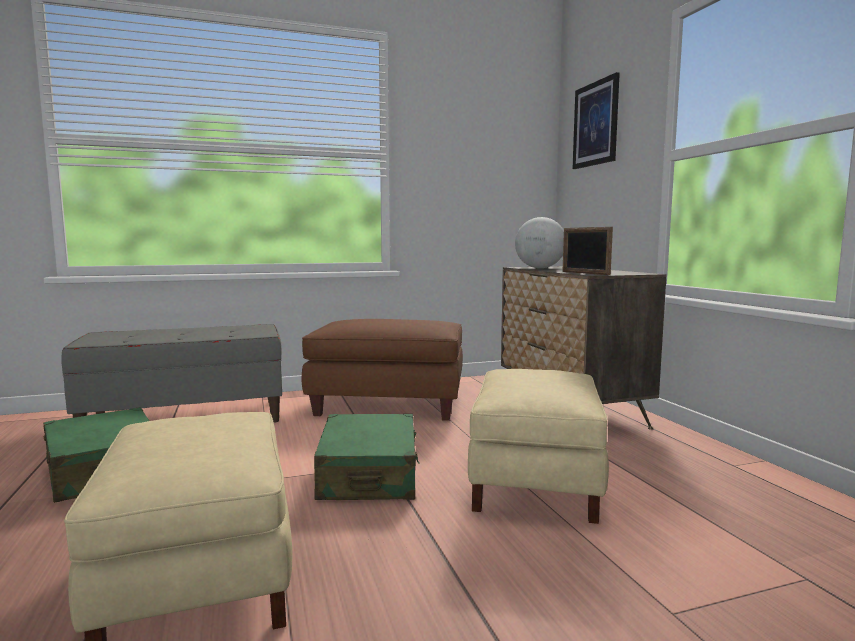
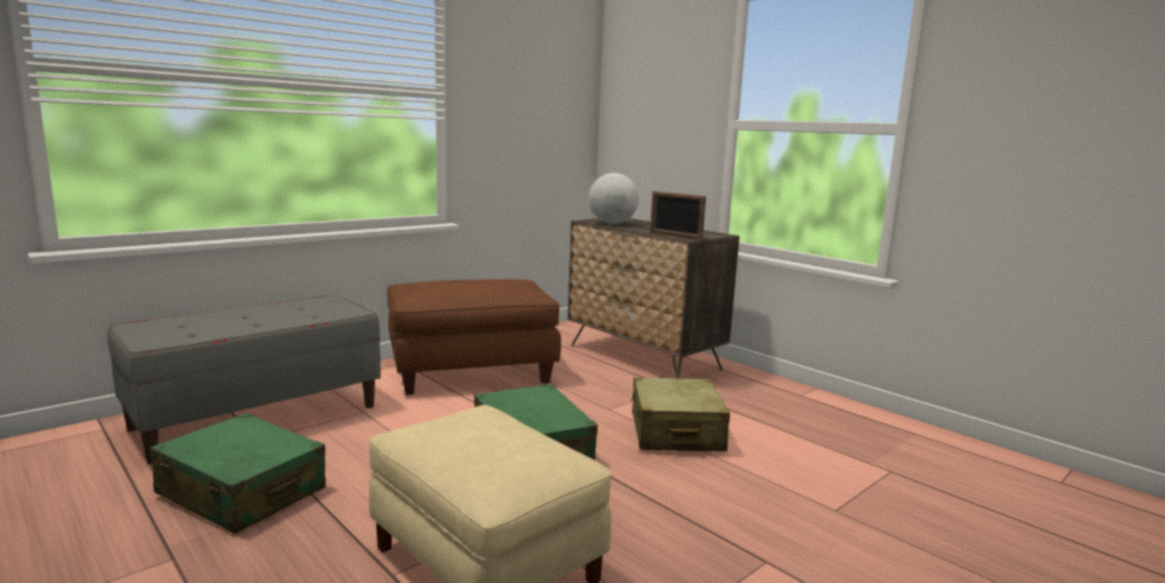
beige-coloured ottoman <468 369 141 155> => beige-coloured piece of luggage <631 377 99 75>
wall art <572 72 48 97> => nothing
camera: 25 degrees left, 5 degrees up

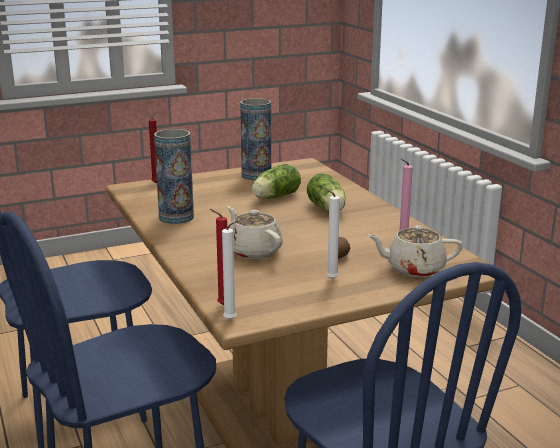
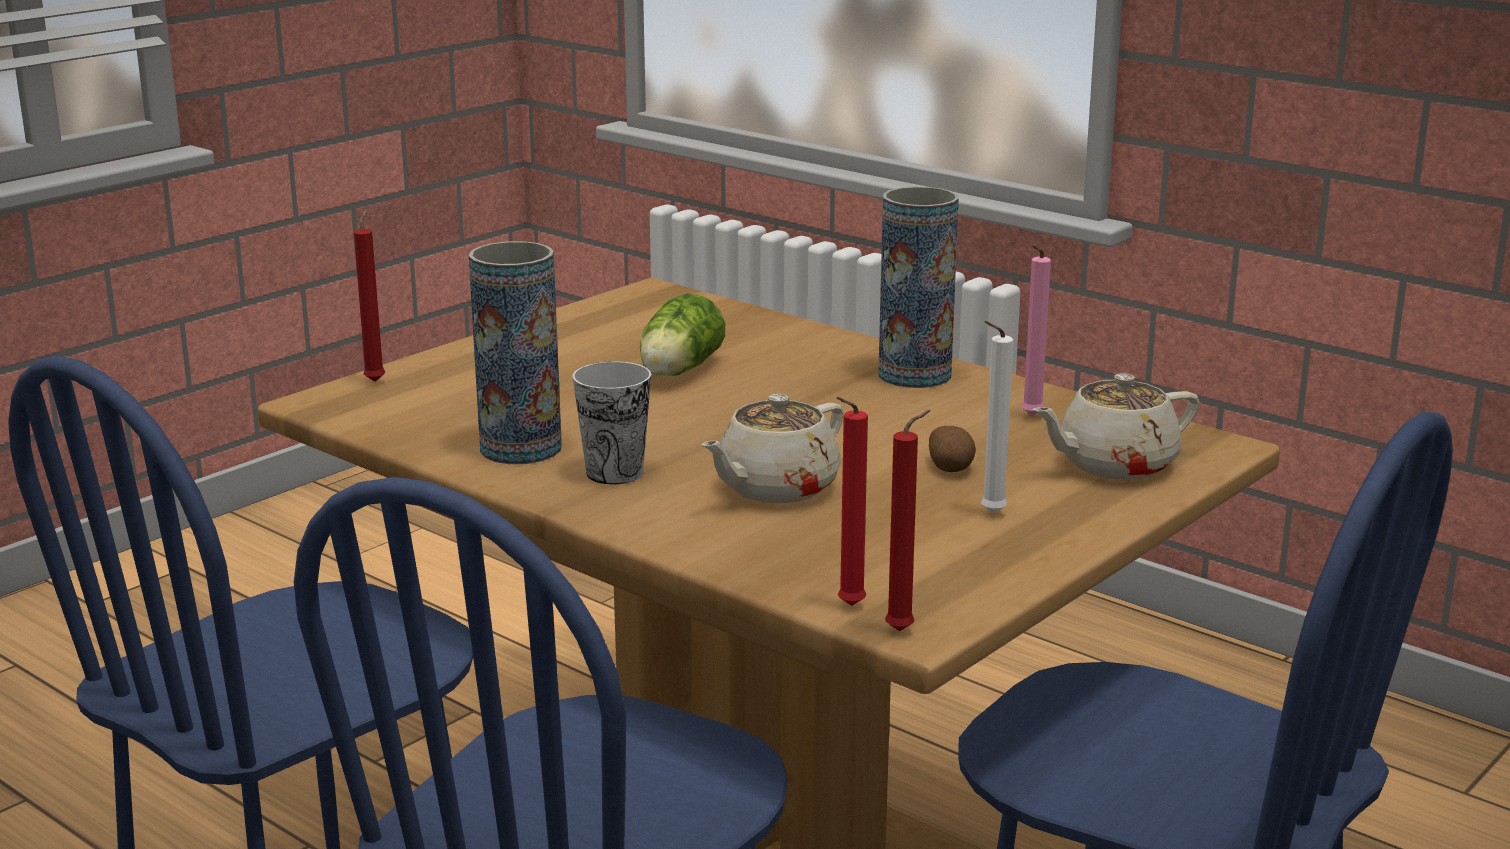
nothing => small cup <572 361 79 124>
beige-coloured pot for tea <228 206 55 53> => beige-coloured pot for tea <702 394 142 109>, 75 degrees counterclockwise
decorative vase <240 98 31 82> => decorative vase <878 187 81 201>, shifted
whitish candle <222 220 17 100> => red-coloured candle <885 410 46 221>
lettuce head <307 173 39 38> => nothing
camera: 25 degrees left, 0 degrees up

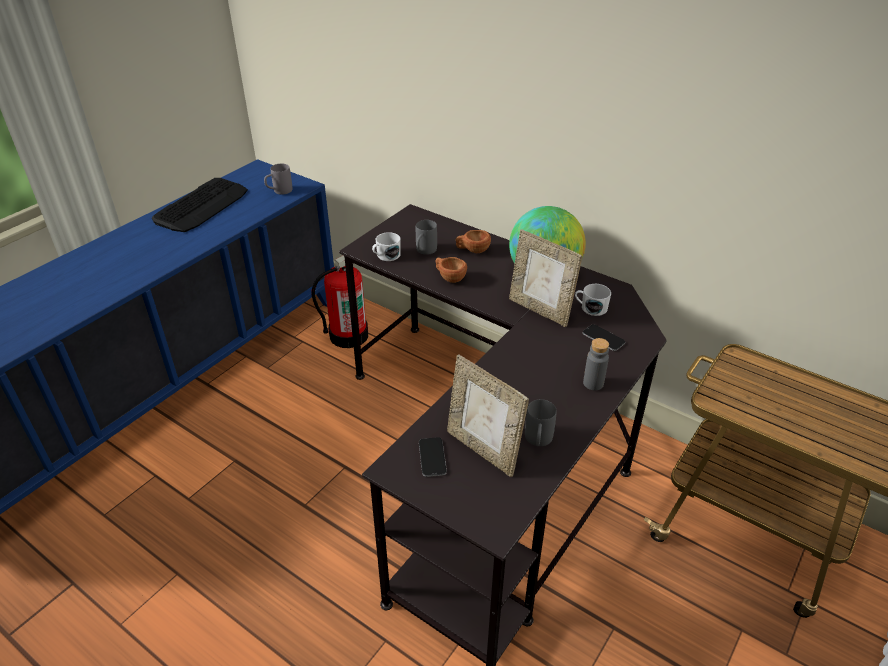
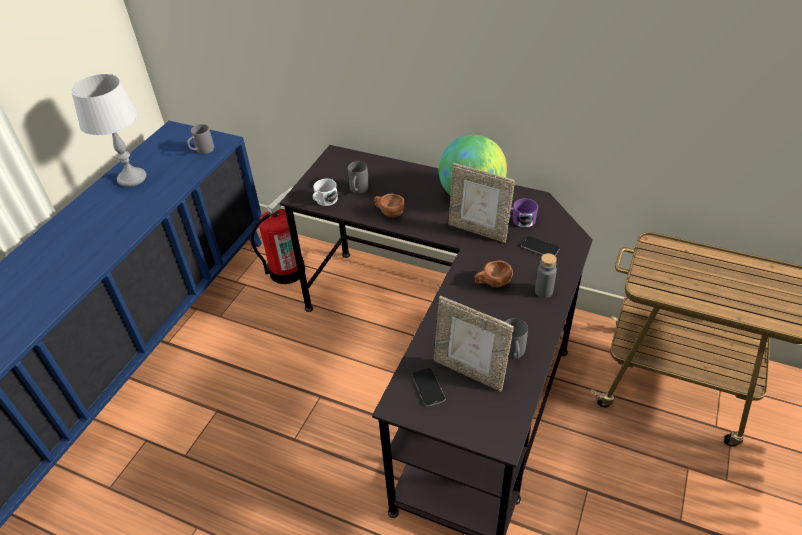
computer keyboard <152 178 96 54> => greyish tabletop lamp <71 74 75 113>
brown-coloured small cup <456 230 35 23> => brown-coloured small cup <475 261 38 26>, shifted
whitish mug <575 284 36 32> => purple-coloured mug <510 199 28 29>
camera: 10 degrees left, 5 degrees up

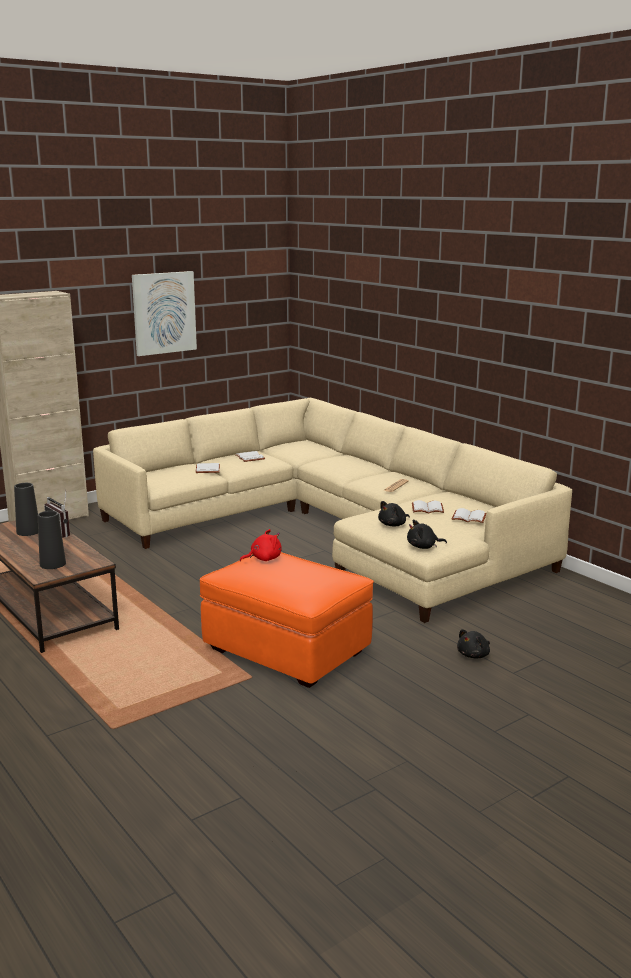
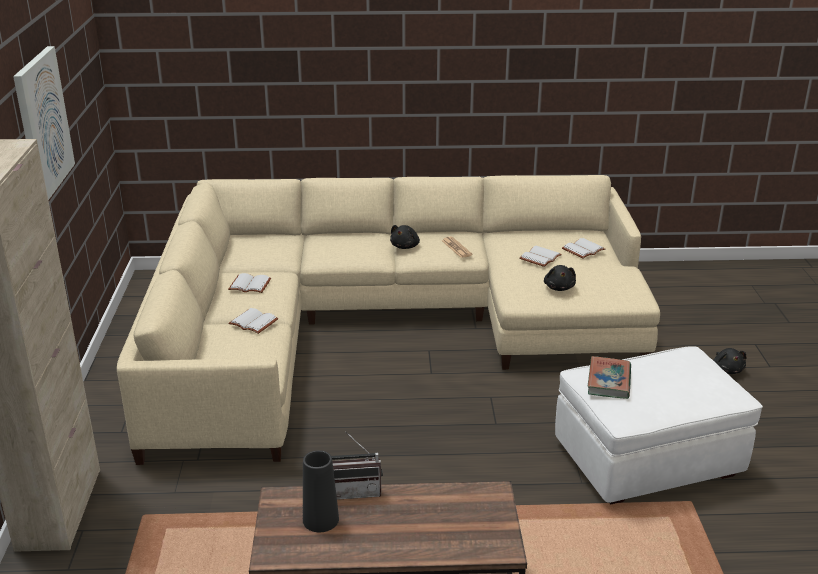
blackish cuddly toy <407 520 40 29> => blackish cuddly toy <390 225 30 24>, shifted
orange-coloured ottoman <200 552 174 136> => whitish ottoman <555 346 208 158>
red-coloured cuddly toy <240 529 42 32> => bound book <588 356 43 43>
blackish decorative vase <38 511 28 58> => nothing
camera: 55 degrees left, 10 degrees up

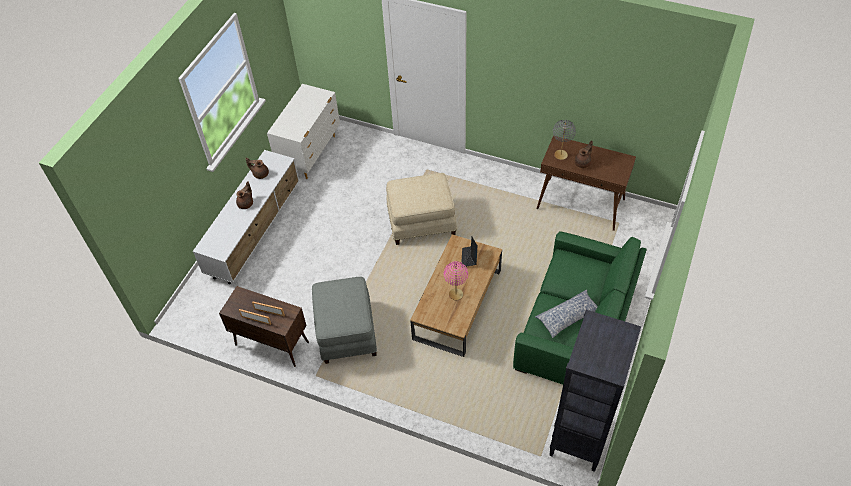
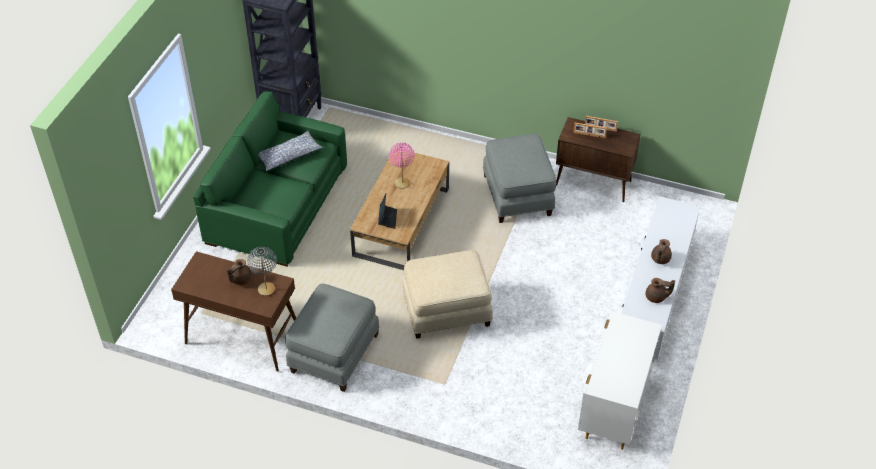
nothing => greyish ottoman <285 284 94 108>
camera: 175 degrees right, 5 degrees down

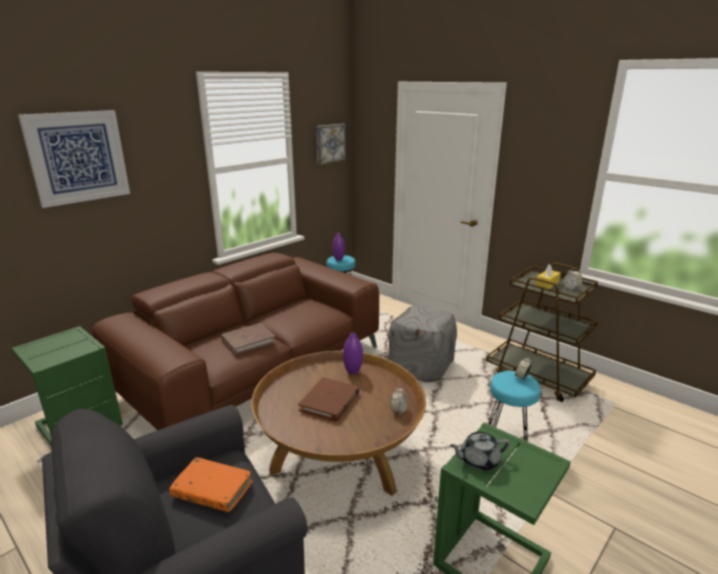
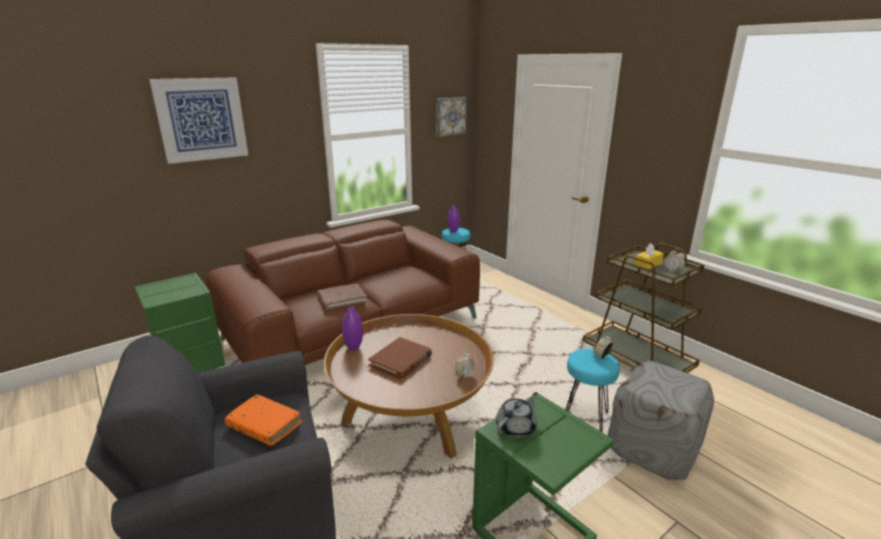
purple-coloured decorative vase <343 333 20 42> => purple-coloured decorative vase <342 307 21 43>, shifted
greyish pot for tea <450 432 60 39> => greyish pot for tea <496 392 41 46>, 135 degrees clockwise
greyish ottoman <388 305 69 77> => greyish ottoman <608 361 106 119>, shifted
camera: 10 degrees right, 0 degrees up

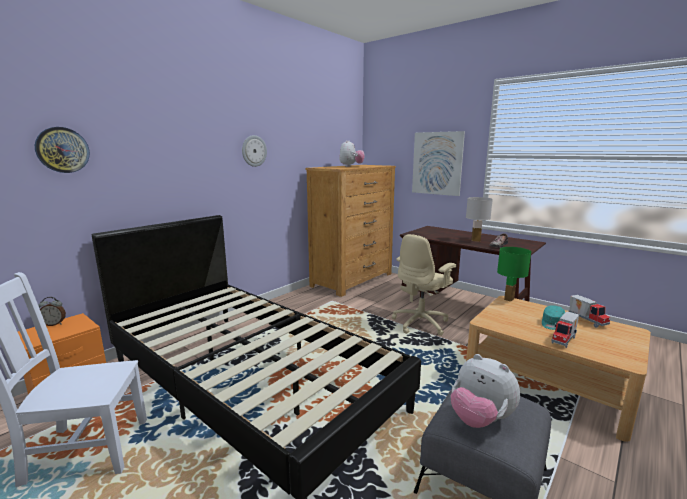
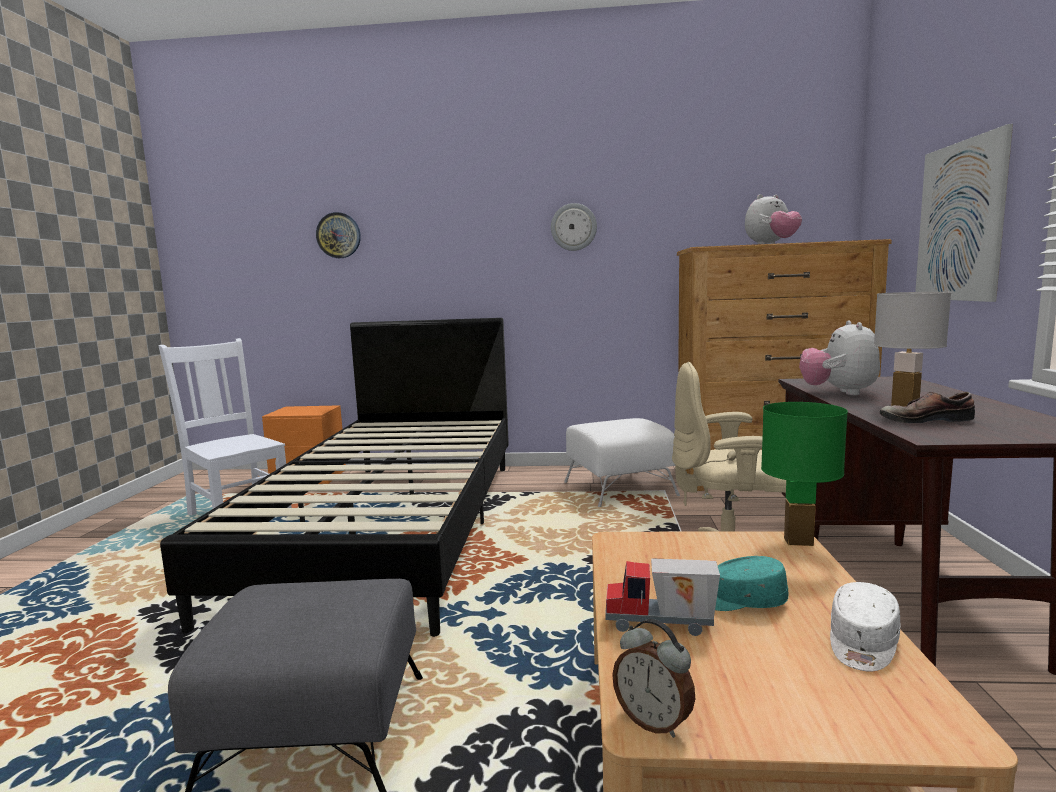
nothing => whitish ottoman <564 418 116 89>
table clock <38 297 28 29> => table clock <612 619 83 119>, shifted
cuddly toy <451 354 69 74> => cuddly toy <799 320 81 75>, shifted
toy lorry <569 295 42 33> => whitish baseball cap <830 582 71 90>
camera: 55 degrees right, 5 degrees down

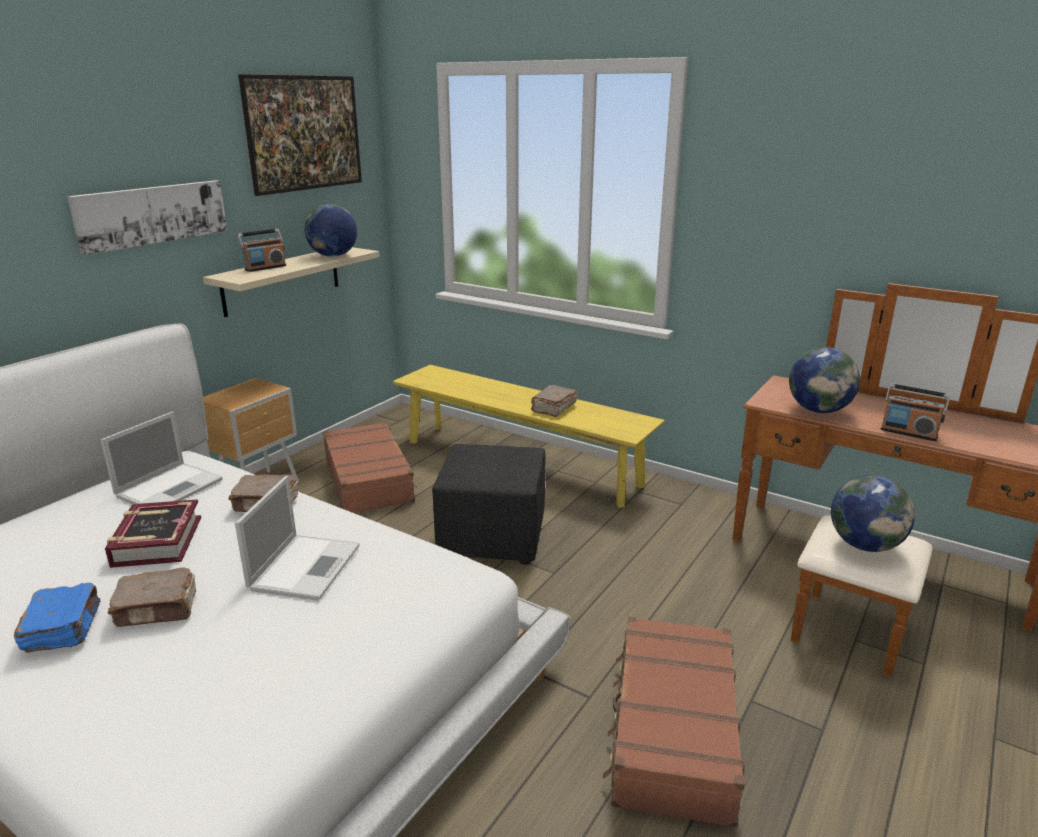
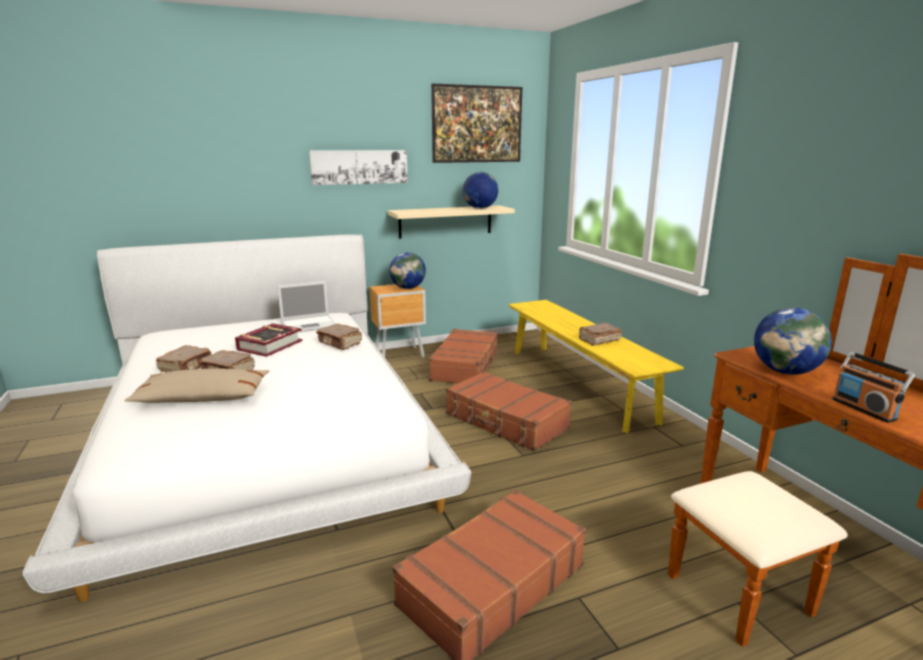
nothing => beige-coloured cushion <124 369 145 34>
blue-coloured bound book <14 582 87 71> => brown-coloured bound book <156 345 55 27>
desk globe <831 475 84 77> => desk globe <389 252 37 37>, shifted
blackish ottoman <432 444 113 121> => brown-coloured piece of luggage <446 371 126 80>
notebook computer <235 476 124 125> => nothing
radio <237 229 49 43> => nothing
camera: 35 degrees right, 5 degrees down

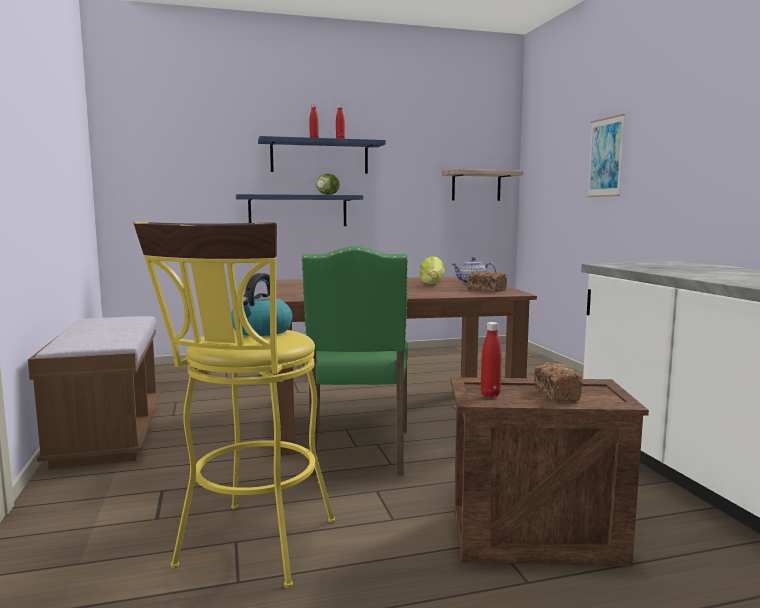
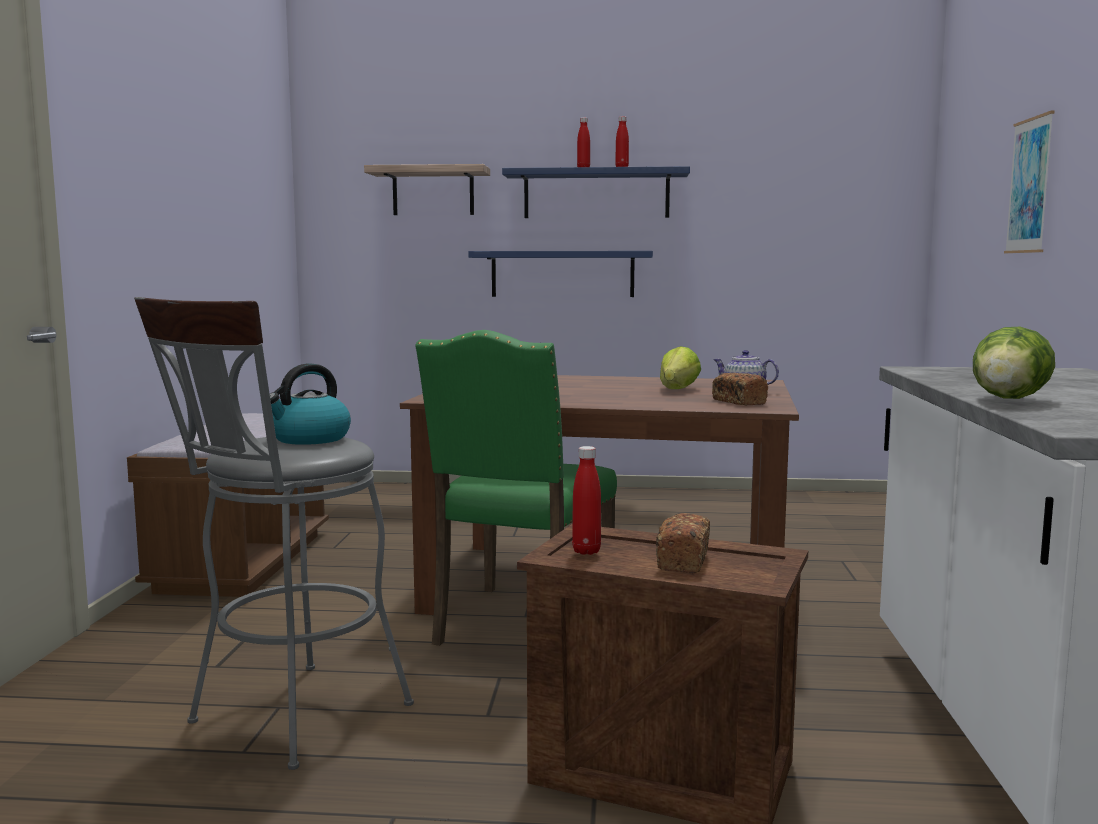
yellow stool seat <134 222 201 366> => greyish stool seat <134 297 280 473>
bracket shelf <442 169 82 32> => bracket shelf <364 164 126 51>, shifted
lettuce head <316 173 24 22> => lettuce head <973 327 82 72>, shifted
camera: 20 degrees right, 0 degrees up

